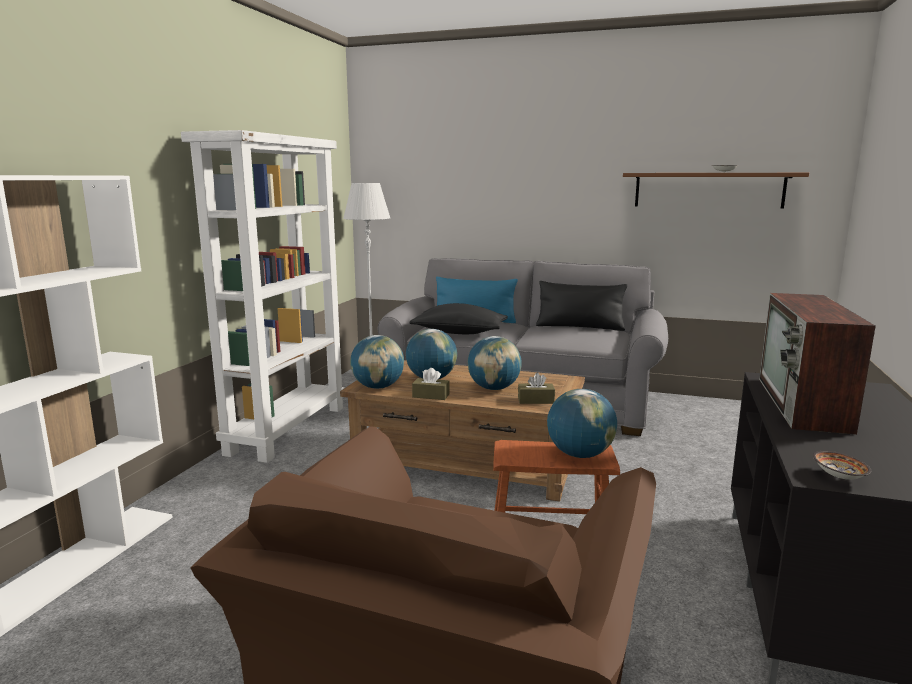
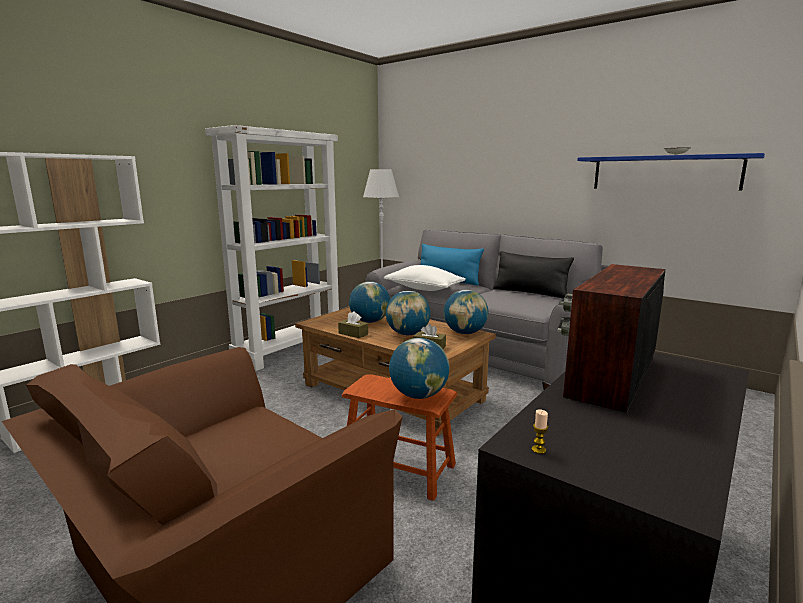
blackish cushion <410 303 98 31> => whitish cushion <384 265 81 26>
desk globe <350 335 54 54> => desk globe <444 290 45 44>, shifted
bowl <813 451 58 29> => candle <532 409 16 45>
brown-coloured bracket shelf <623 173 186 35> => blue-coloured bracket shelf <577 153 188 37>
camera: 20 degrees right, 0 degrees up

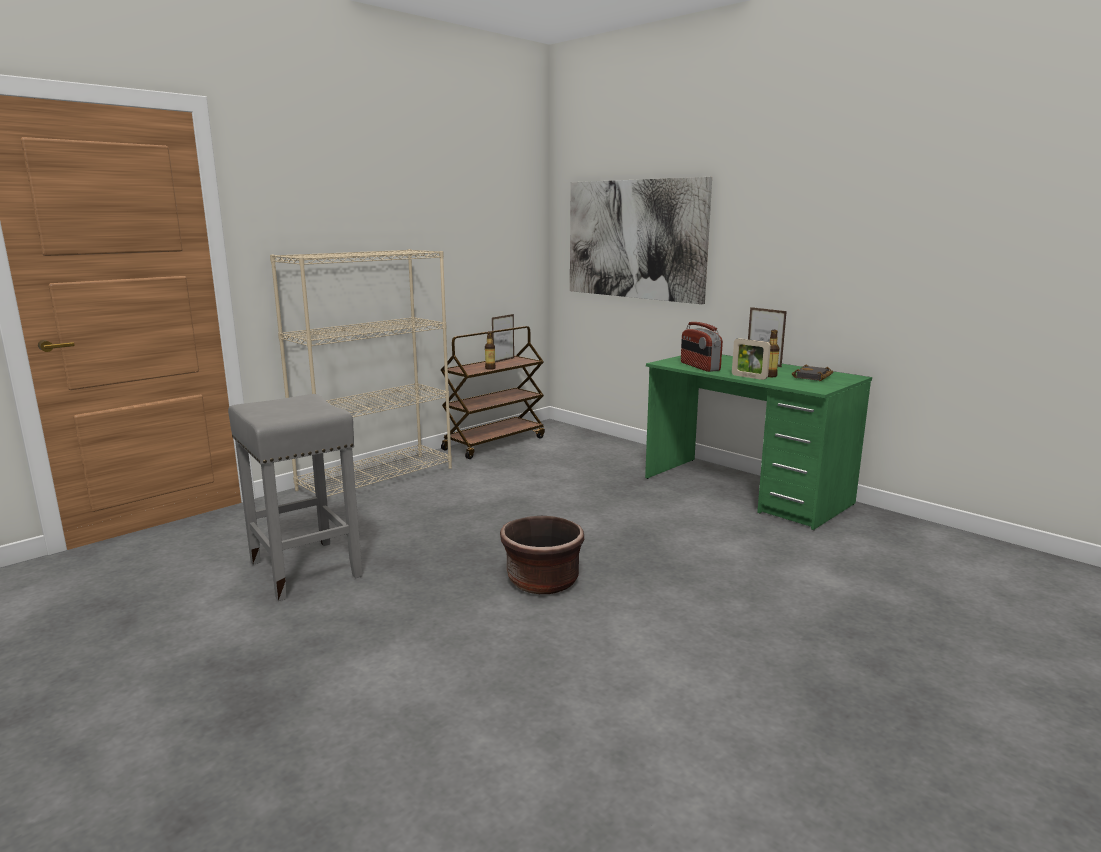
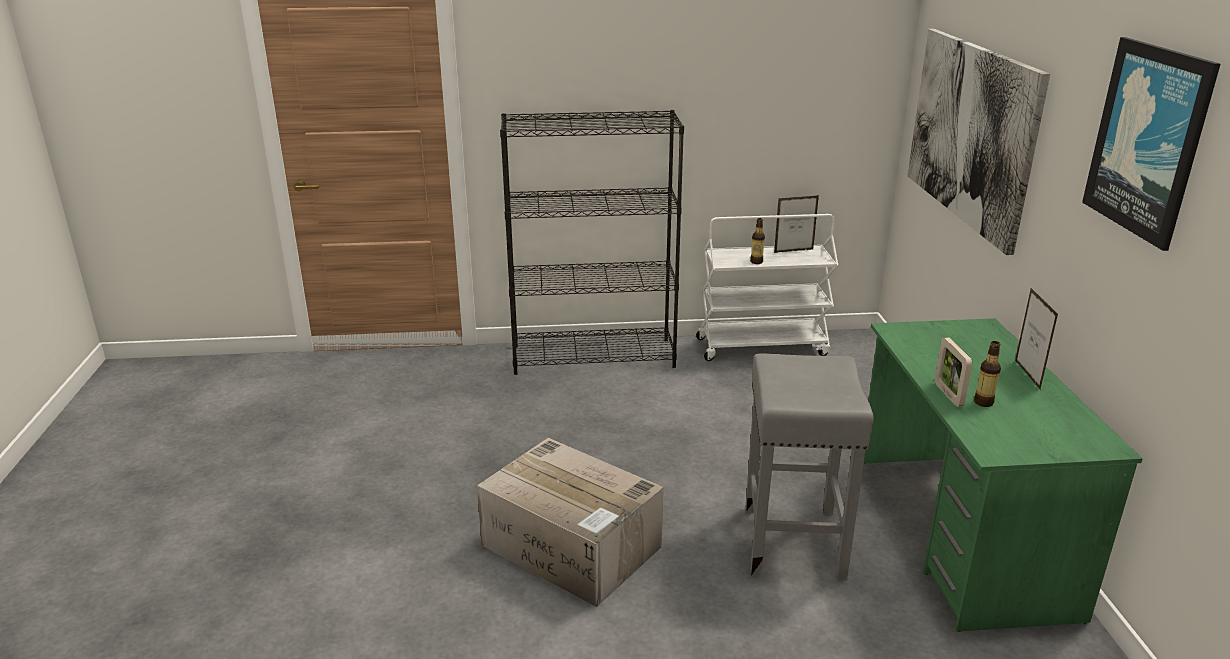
brown-coloured plant pot <500 516 84 78> => packing box <477 438 186 169>
beige-coloured bookshelf <270 249 182 248> => blackish bookshelf <500 110 184 265>
brown-coloured cart <441 326 104 133> => whitish cart <696 214 142 147>
greyish stool seat <228 394 135 207> => greyish stool seat <746 353 128 228>, shifted
nothing => wall art <1082 37 138 214>
radio <681 322 42 50> => nothing
blackish bound book <792 364 41 17> => nothing
camera: 40 degrees right, 10 degrees up

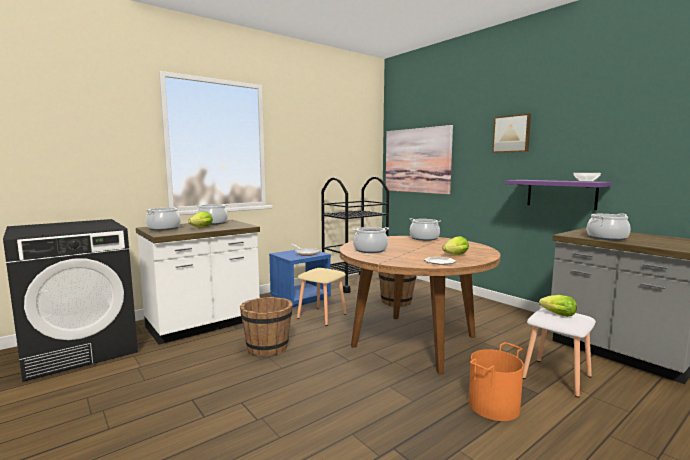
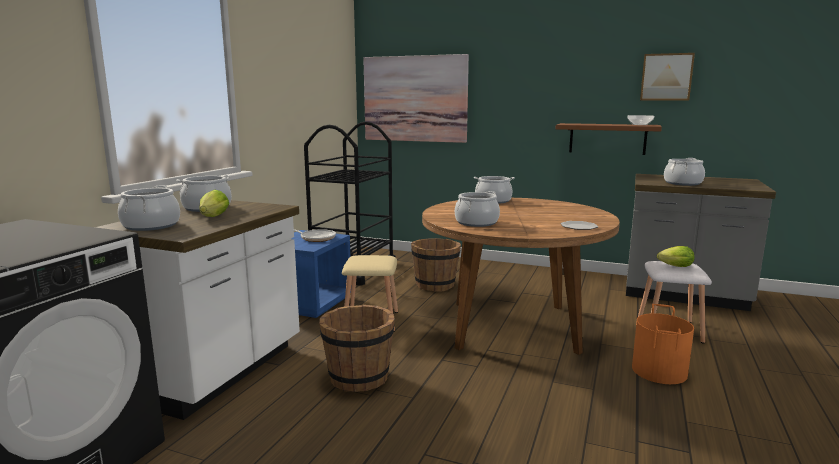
purple-coloured bracket shelf <505 180 107 30> => brown-coloured bracket shelf <555 123 107 32>
wall art <492 113 39 40> => wall art <640 53 55 48>, shifted
lettuce head <442 236 27 19> => nothing
camera: 30 degrees left, 5 degrees up

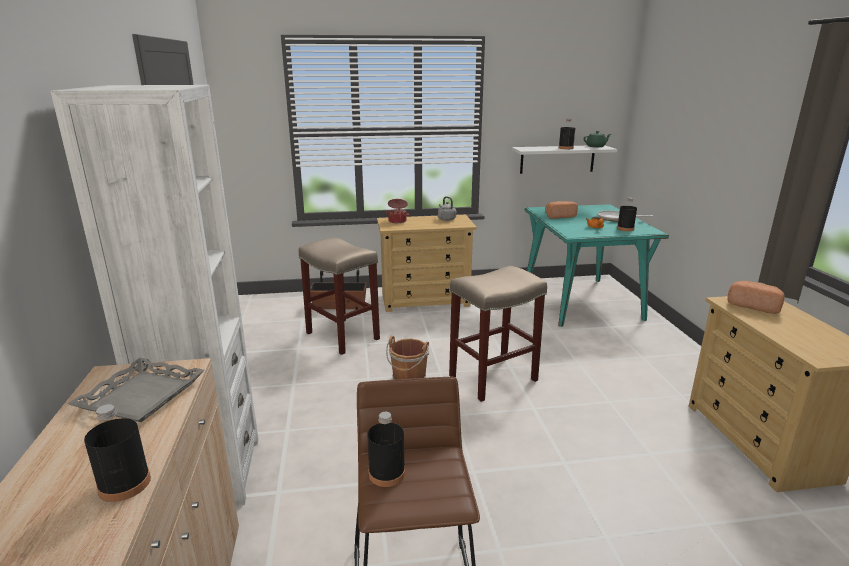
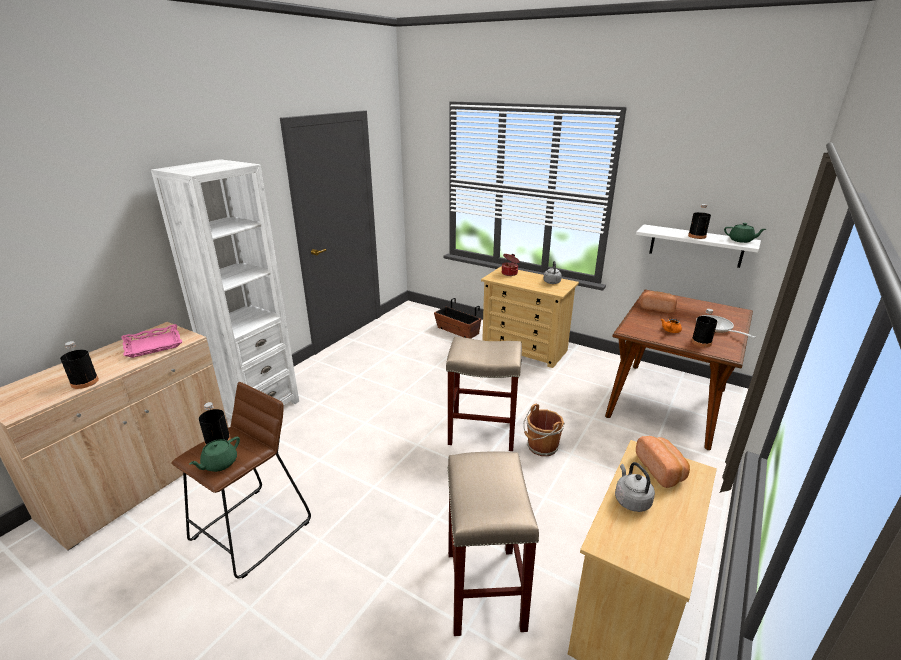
greyish carrying tray <67 358 138 64> => pink carrying tray <121 324 61 34>
nothing => green-coloured pot for tea <189 437 51 35>
beige-coloured stool seat <299 238 81 117> => beige-coloured stool seat <447 451 92 185>, shifted
brown-coloured water bucket <386 336 43 44> => brown-coloured water bucket <523 404 42 52>, shifted
turquoise kitchen table <525 204 144 123> => brown-coloured kitchen table <605 289 148 161>
nothing => greyish kettle <615 462 40 50>
camera: 40 degrees right, 5 degrees up

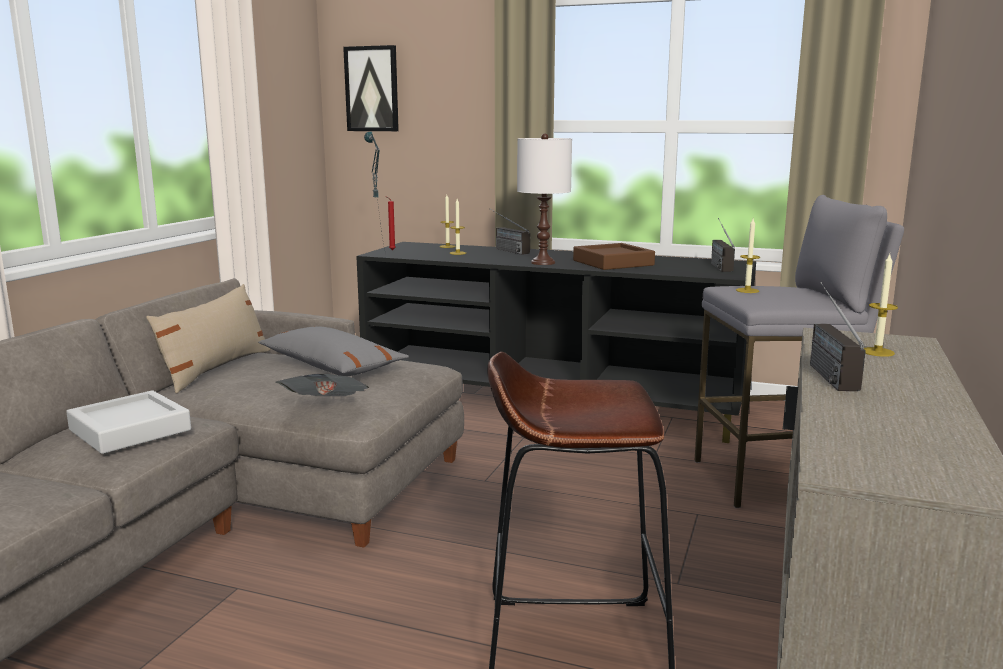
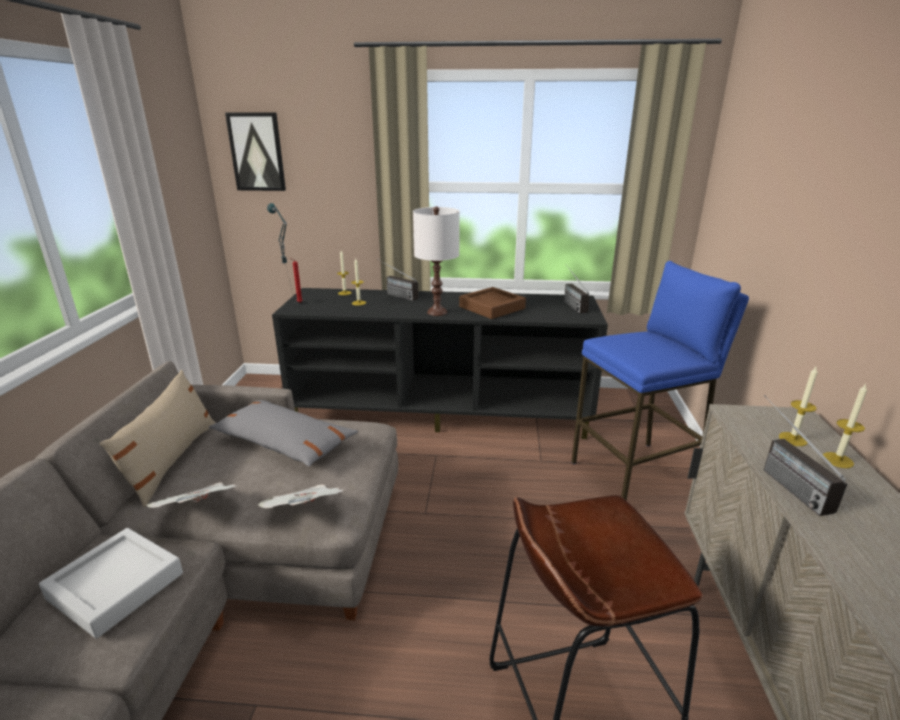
nothing => daily paper <146 482 94 26>
greyish stool seat <694 195 210 313> => blue-coloured stool seat <571 261 178 240>
candle <736 219 24 74> => candle <823 384 44 84>, shifted
camera: 15 degrees left, 10 degrees up

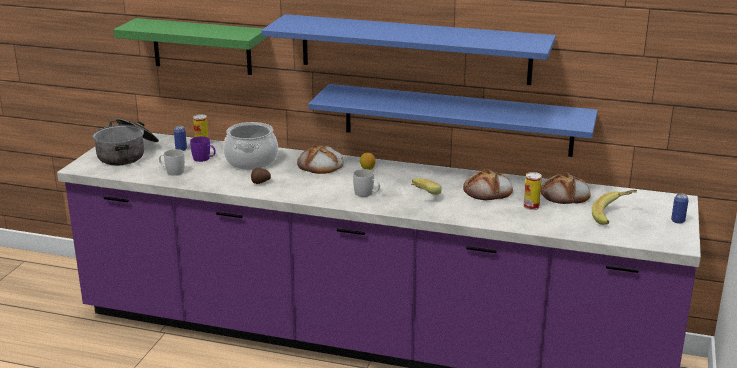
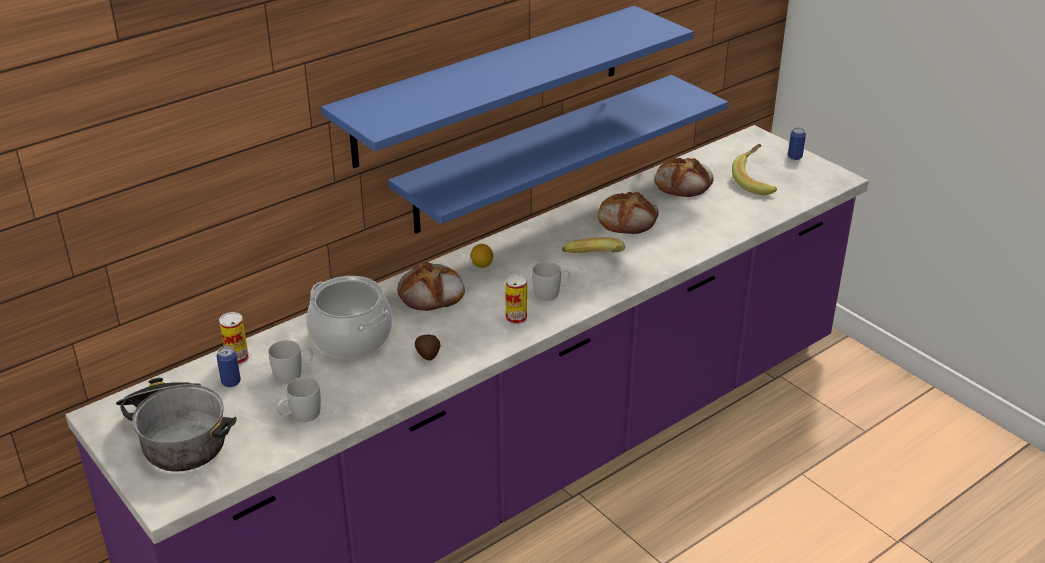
purple-coloured mug <190 136 26 26> => whitish mug <268 340 45 44>
sealed can <524 172 18 38> => sealed can <505 274 22 51>, shifted
green-coloured bracket shelf <114 18 153 57> => nothing
camera: 55 degrees left, 10 degrees up

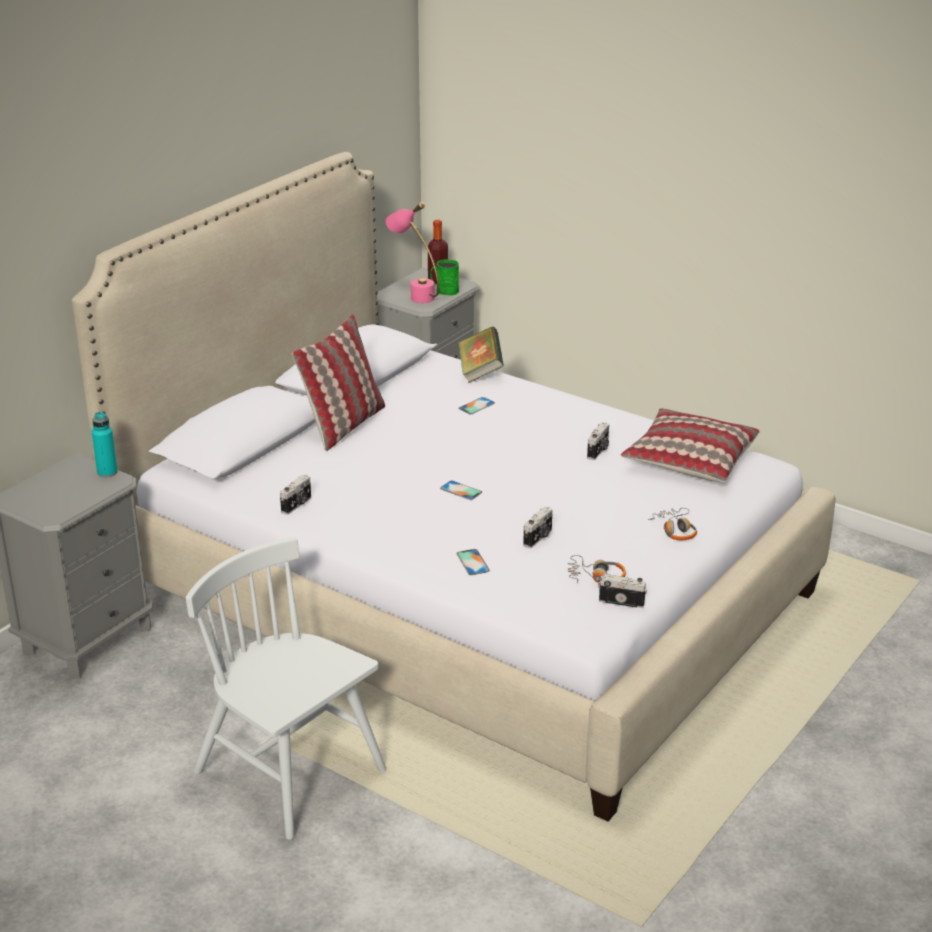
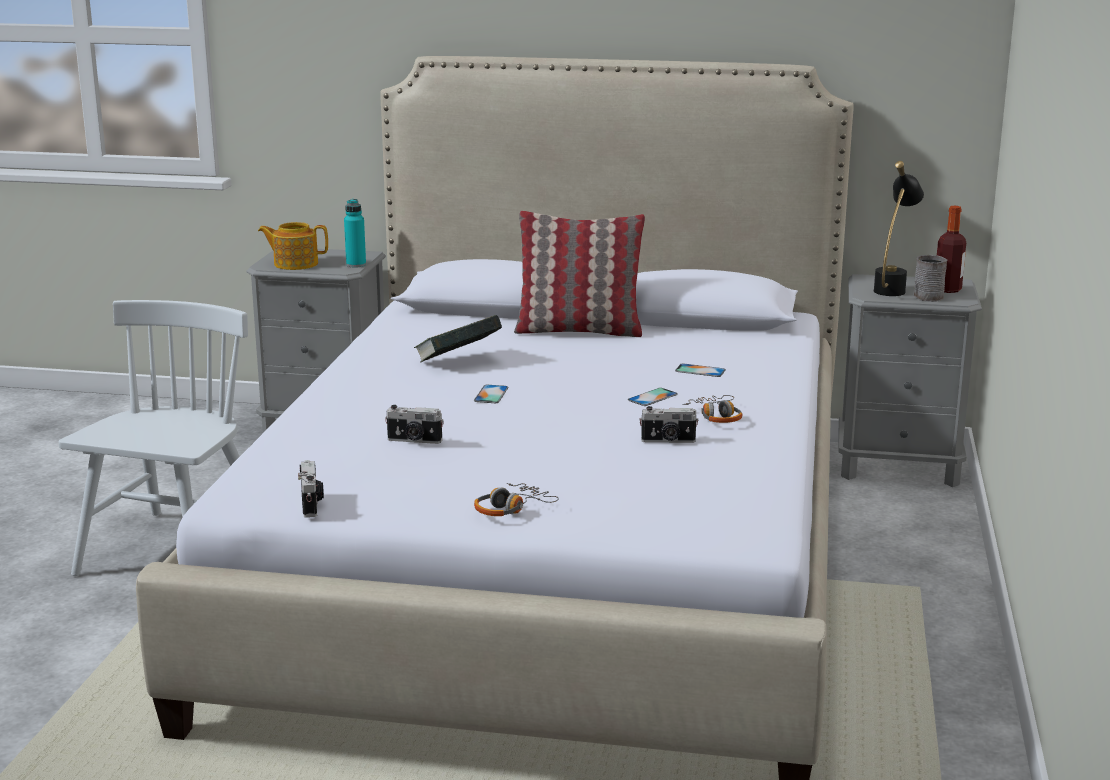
nothing => pot for tea <258 222 70 48>
bound book <458 327 46 56> => bound book <414 315 88 48>, shifted
phone <457 549 33 26> => phone <628 388 50 18>, shifted
pair of headphones <568 555 58 28> => pair of headphones <682 395 61 28>, shifted
pink tabletop lamp <386 202 53 101> => blackish tabletop lamp <874 161 50 135>
green-coloured mug <430 260 29 36> => greyish mug <914 255 33 47>
still camera <280 475 31 40> => nothing
cushion <621 408 139 74> => nothing
camera: 65 degrees right, 10 degrees down

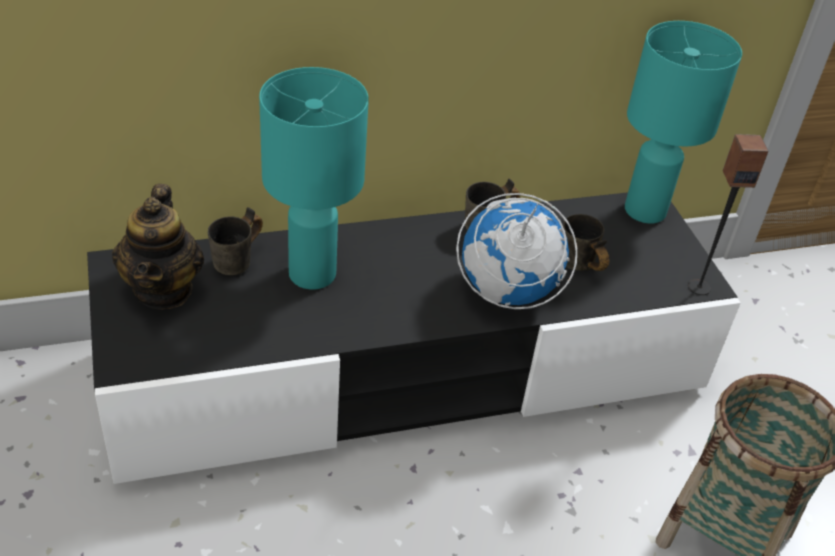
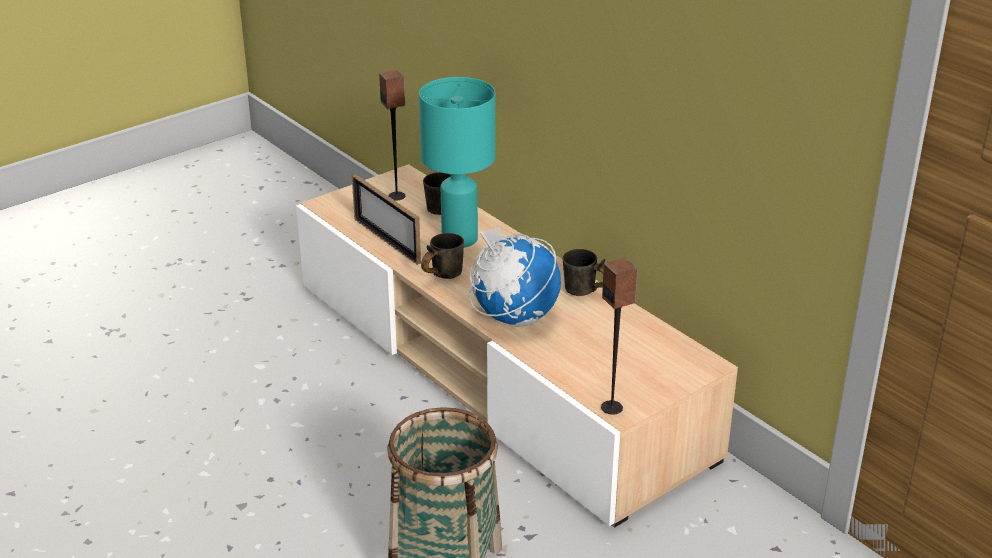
blackish media console <87 192 654 292> => beige-coloured media console <296 164 442 364>
nothing => picture frame <352 174 69 91>
pot for tea <112 184 92 126> => loudspeaker <379 70 26 130>
greyish mug <563 214 47 57> => greyish mug <421 233 43 46>, shifted
turquoise tabletop lamp <625 21 117 203> => nothing
camera: 70 degrees right, 10 degrees down

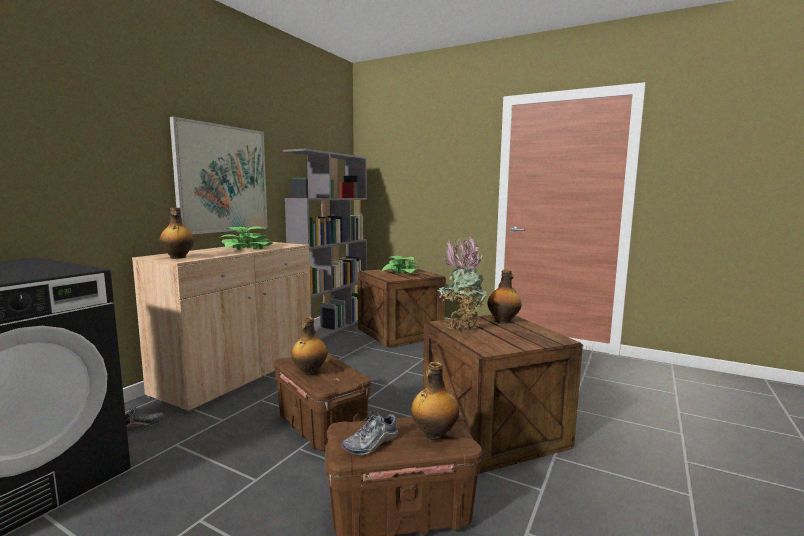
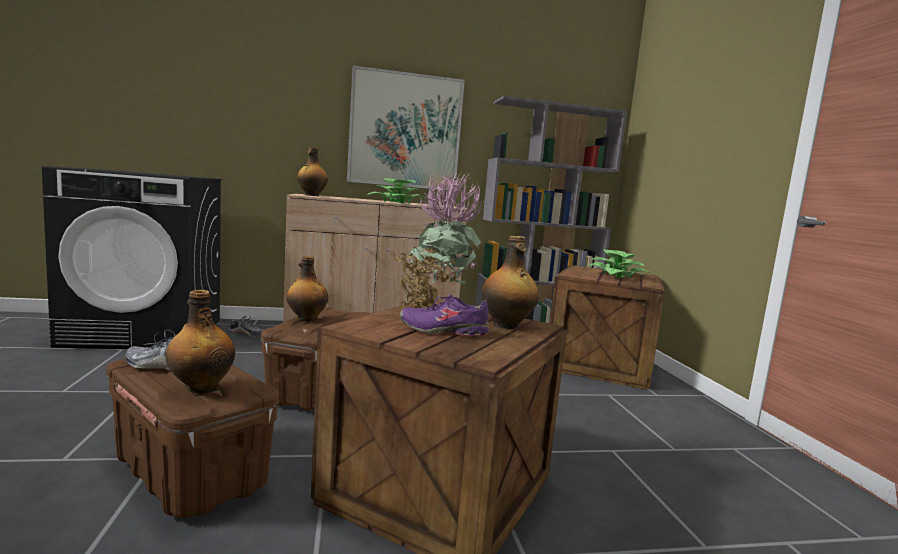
nothing => purple-coloured low shoe <400 295 89 41>
camera: 50 degrees right, 0 degrees up

